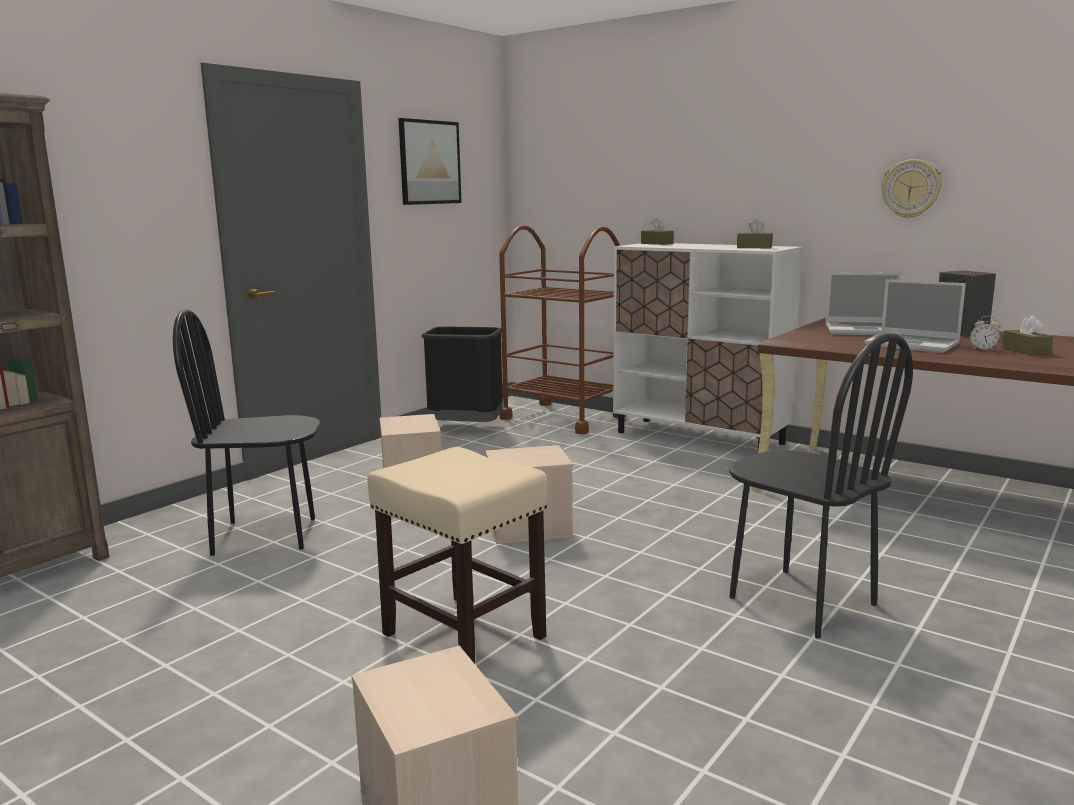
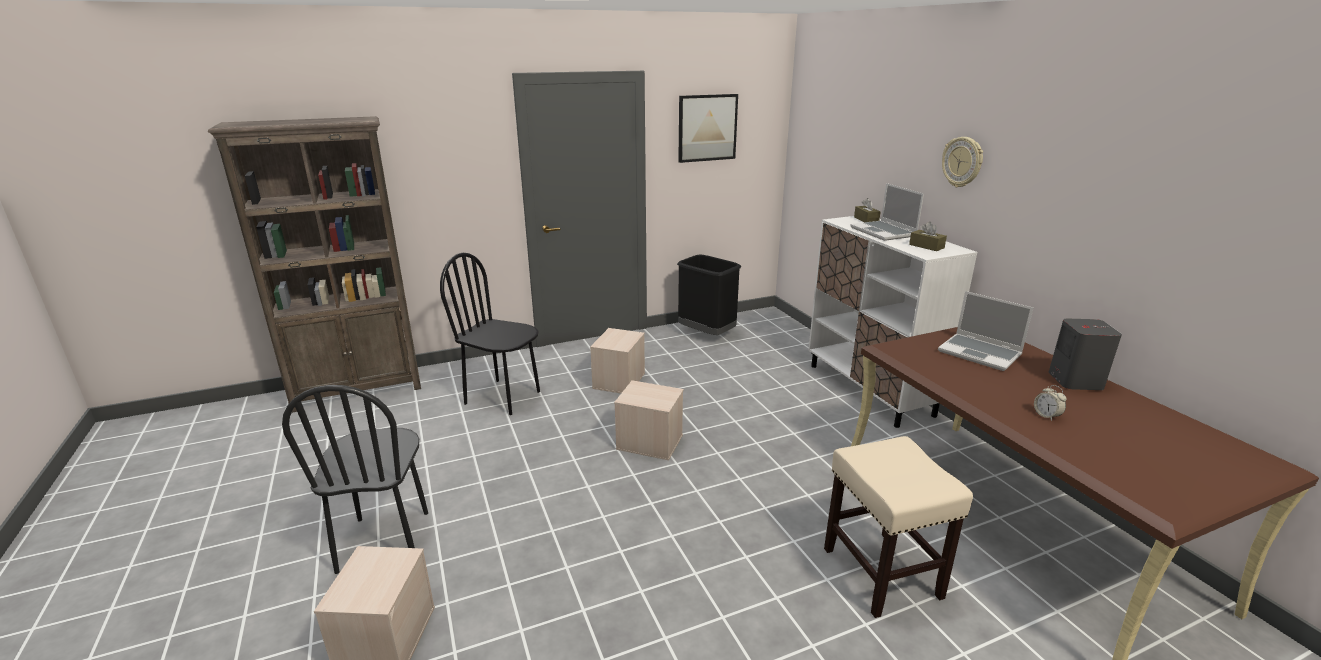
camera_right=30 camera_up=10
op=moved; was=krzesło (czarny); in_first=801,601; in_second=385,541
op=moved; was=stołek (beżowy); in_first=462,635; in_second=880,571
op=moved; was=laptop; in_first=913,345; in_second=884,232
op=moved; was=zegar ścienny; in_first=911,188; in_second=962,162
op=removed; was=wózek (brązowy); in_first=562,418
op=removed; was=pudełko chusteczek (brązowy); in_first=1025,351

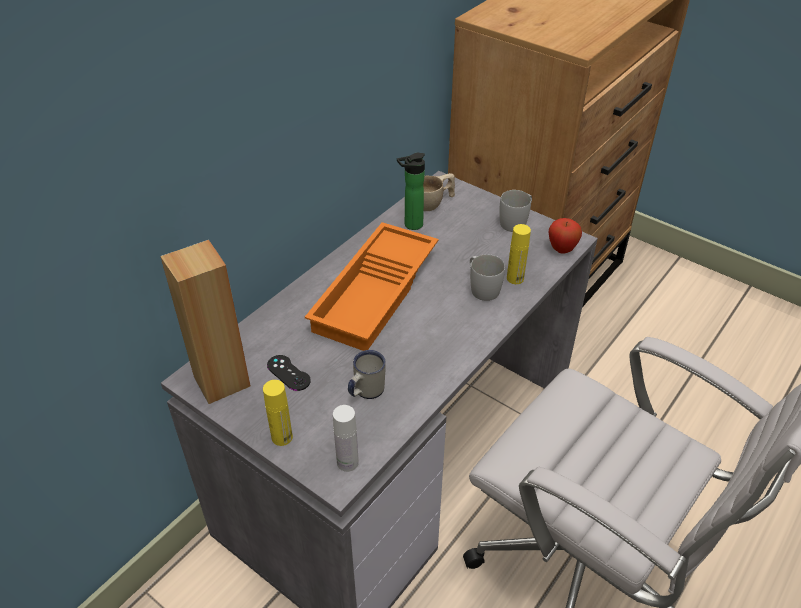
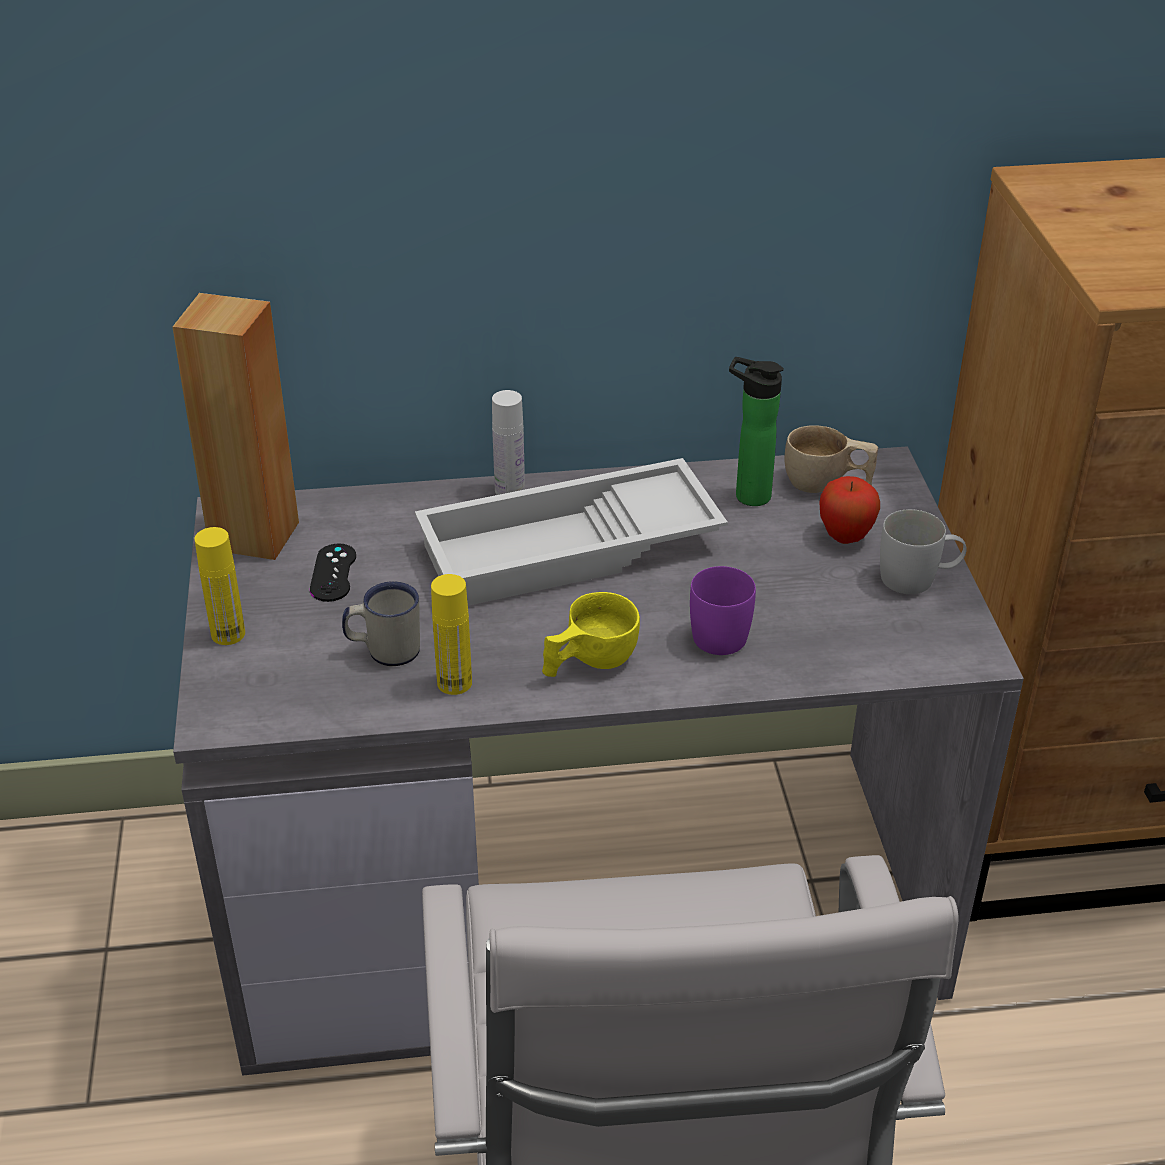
camera_right=45 camera_up=-5
op=recoloured; was=taca (pomarańczowy); now=taca (biały); in_first=377,294; in_second=569,551
op=moved; was=butelka (żółty); in_first=515,278; in_second=454,683
op=moved; was=butelka (biały); in_first=347,462; in_second=509,490
op=added; now=filiżanka (żółty); in_second=588,662
op=recoloured; was=kubek (biały); now=kubek (fioletowy); in_first=481,287; in_second=722,631
op=moved; was=jabłko; in_first=561,249; in_second=845,537

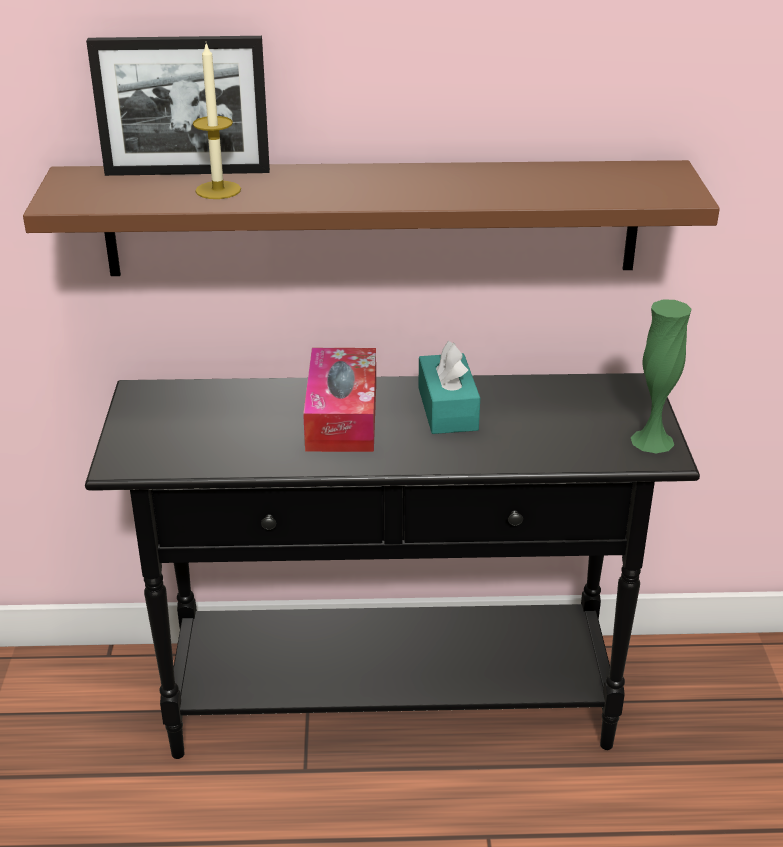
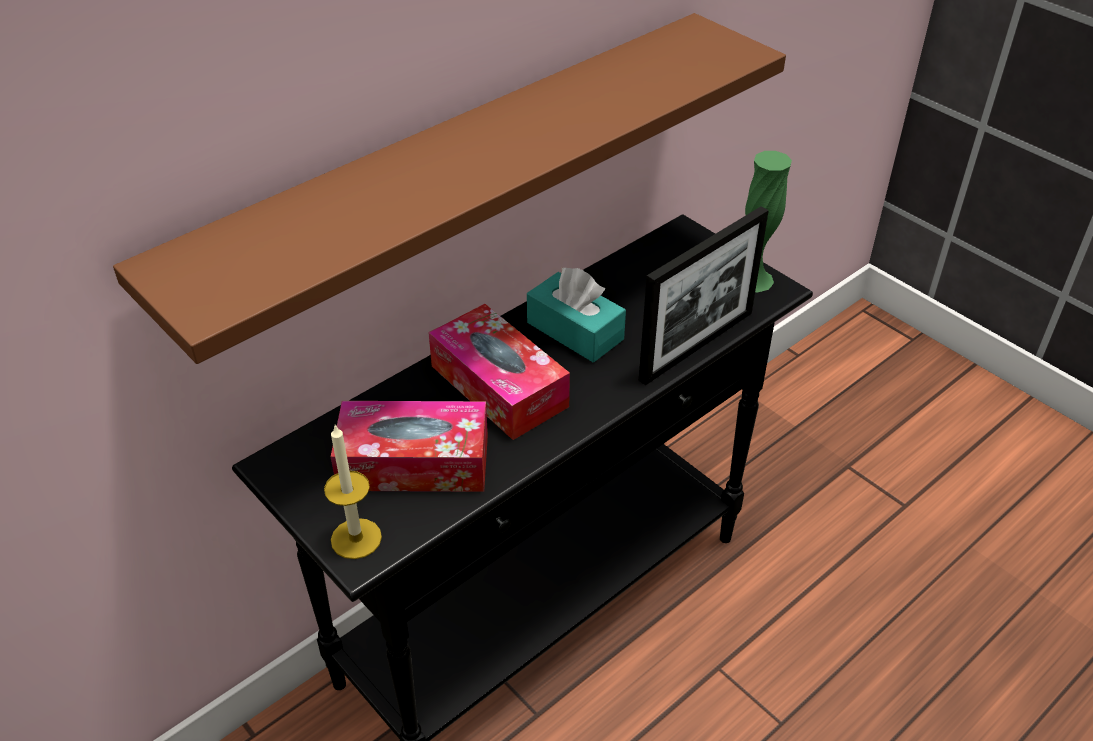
camera_right=-40 camera_up=10
op=moved; was=świeca; in_first=218,190; in_second=356,538
op=added; now=pudełko chusteczek; in_second=414,462
op=moved; was=ramka na zdjęcie; in_first=187,172; in_second=696,346

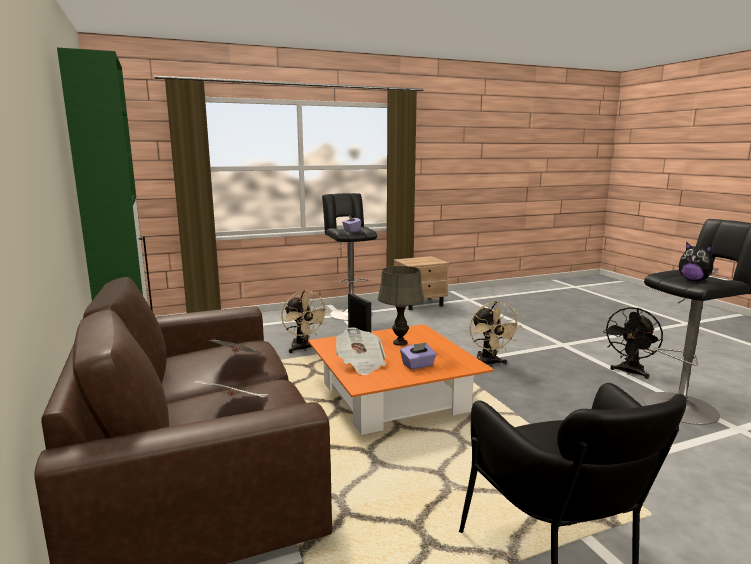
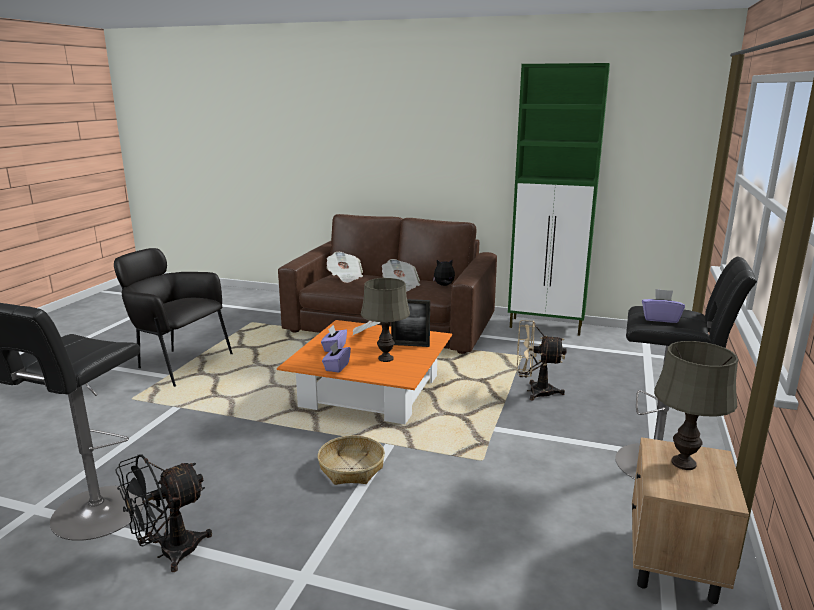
camera_right=130 camera_up=5
op=turned; was=wentylator (czarny); in_first=629,372; in_second=169,553; clockwise=-120
op=replaced; was=wentylator (beżowy); now=koszyk; in_first=489,364; in_second=351,469
op=added; now=pudełko chusteczek (fioletowy); in_second=336,367
op=moved; was=pluszak; in_first=694,280; in_second=444,285
op=added; now=lampa stołowa (szary); in_second=683,463

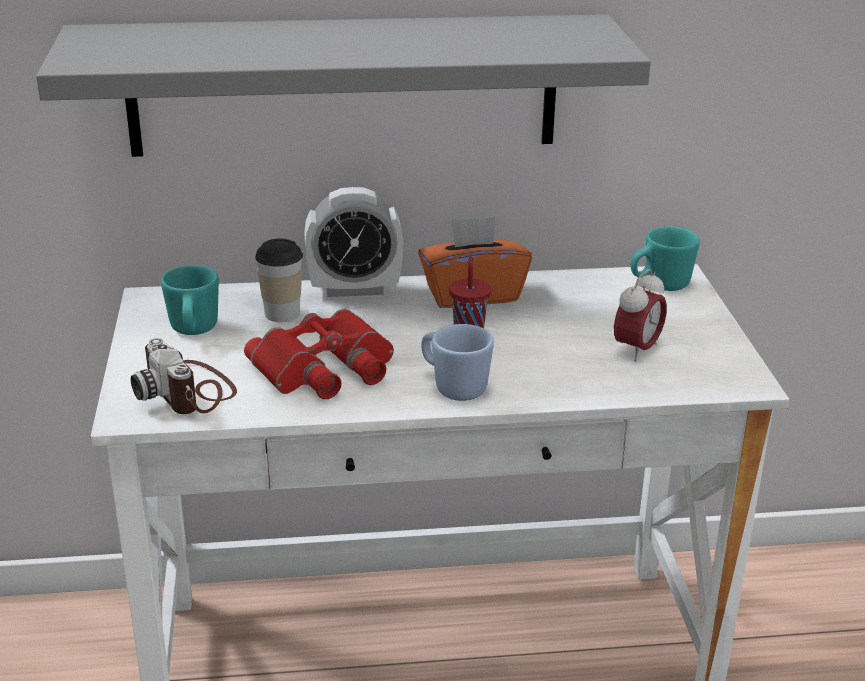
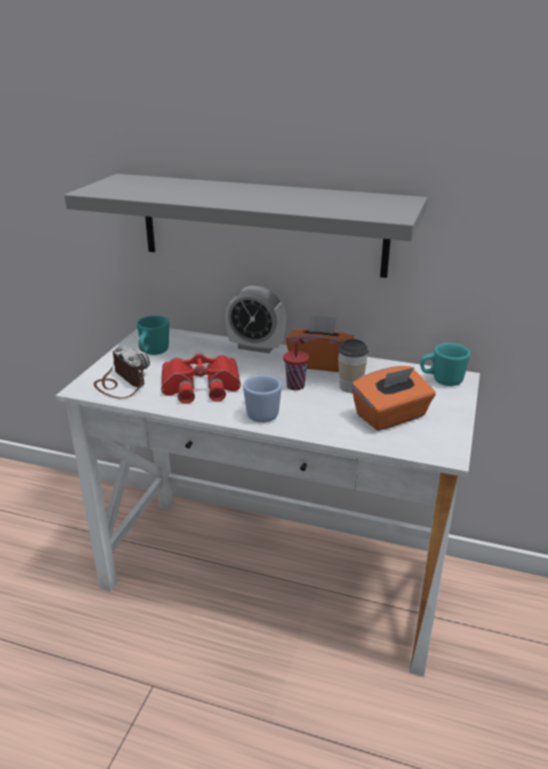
camera_right=25 camera_up=0
op=turned; was=aparat fotograficzny; in_first=188,391; in_second=121,383; clockwise=150
op=moved; was=filiżanka; in_first=282,313; in_second=350,387
op=replaced; was=budzik; now=pudełko chusteczek (pomarańczowy); in_first=637,350; in_second=391,416

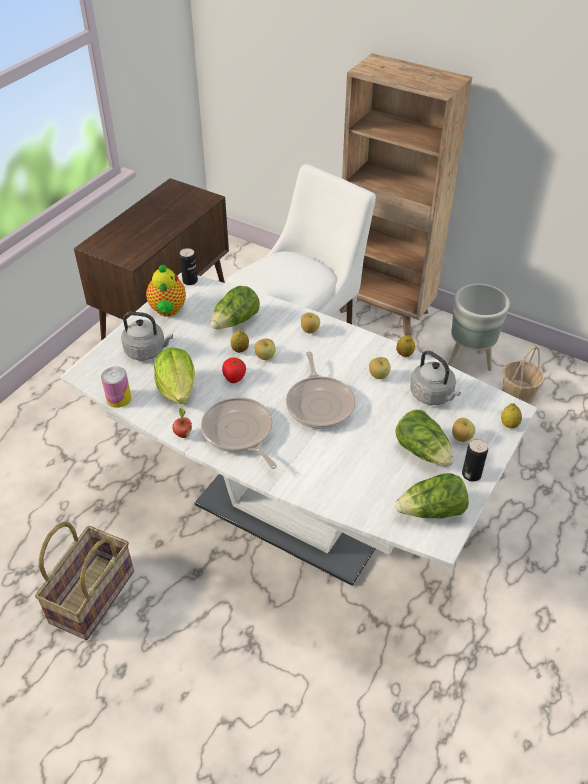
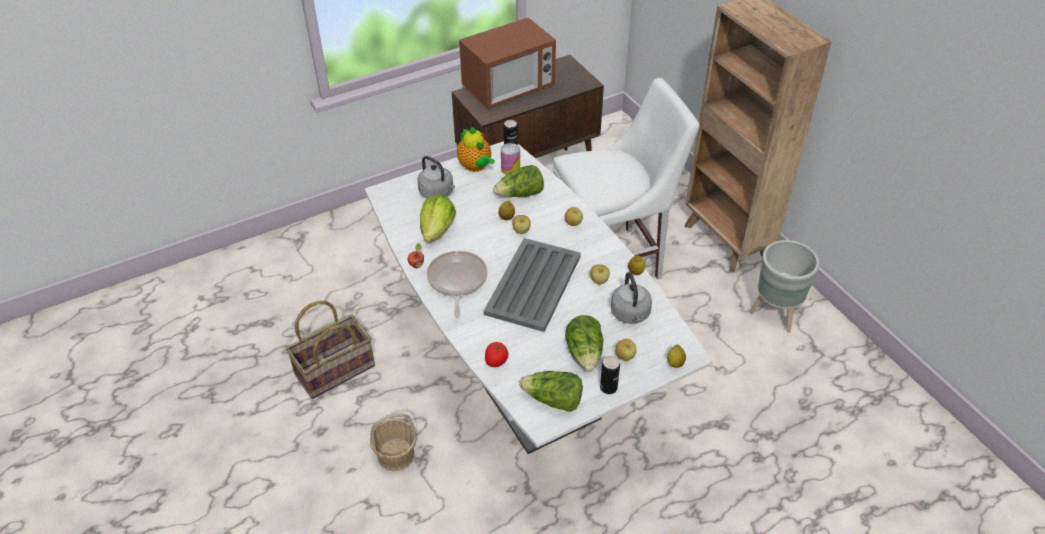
camera_right=30 camera_up=0
op=moved; was=koszyk; in_first=517,393; in_second=395,455
op=turned; was=imbryk; in_first=167,311; in_second=476,167; clockwise=-60
op=added; now=mikrofalówka; in_second=508,89
op=replaced; was=patelnia; now=taca (szary); in_first=320,404; in_second=534,284
op=moved; was=pomidor; in_first=234,377; in_second=496,361
op=moved; was=puszka; in_first=118,398; in_second=510,169

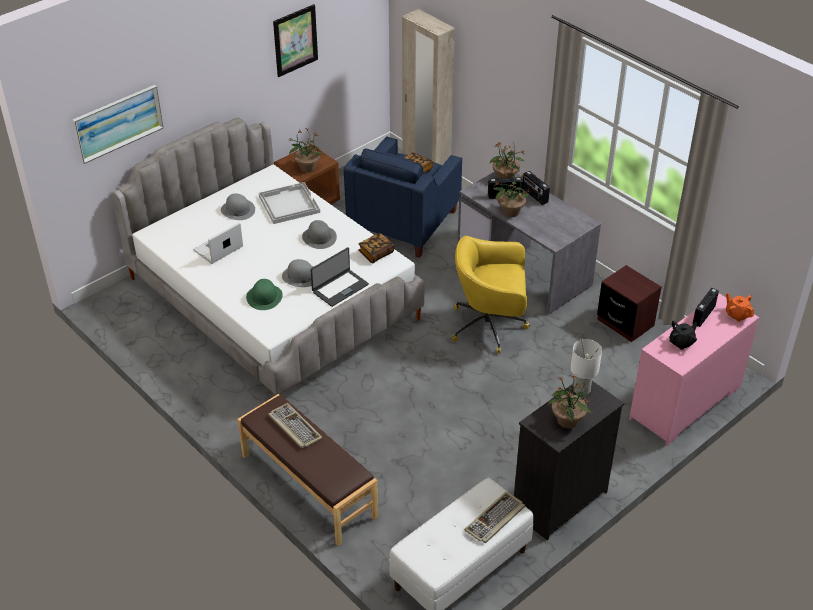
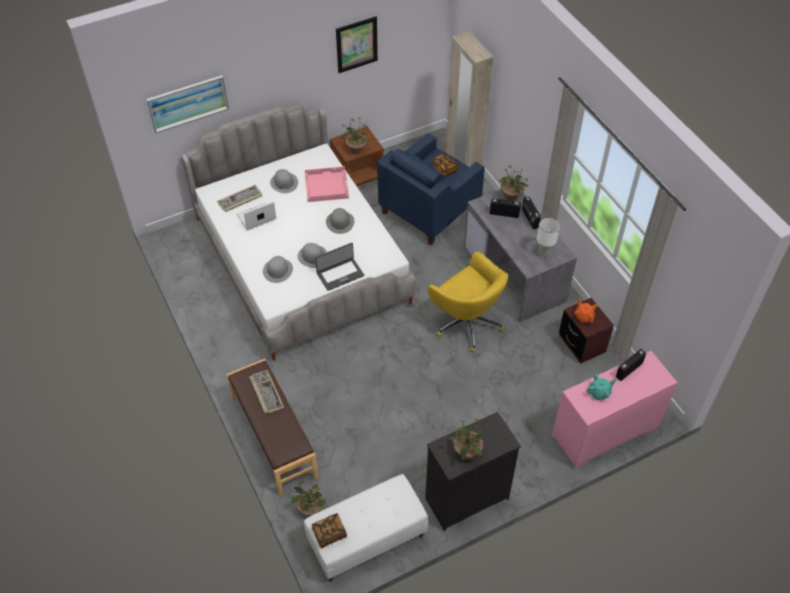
camera_right=15 camera_up=10
op=moved; was=klawiatura; in_first=495,519; in_second=240,200
op=recoloured; was=kapelusz (zielony); now=kapelusz (szary); in_first=264,297; in_second=278,270
op=moved; was=roślina doniczkowa; in_first=510,212; in_second=310,509
op=recoloured; was=taca (biały); now=taca (różowy); in_first=288,204; in_second=326,185
op=moved; was=książka; in_first=376,253; in_second=329,534
op=turned; was=krzesło biurowe (żółty); in_first=490,326; in_second=467,322; clockwise=-150
op=moved; was=lampa stołowa (biały); in_first=582,389; in_second=544,253
op=moved; was=imbryk (pomarańczowy); in_first=737,314; in_second=583,317
op=recoloured; was=imbryk (czarny); now=imbryk (turkusowy); in_first=681,342; in_second=599,393

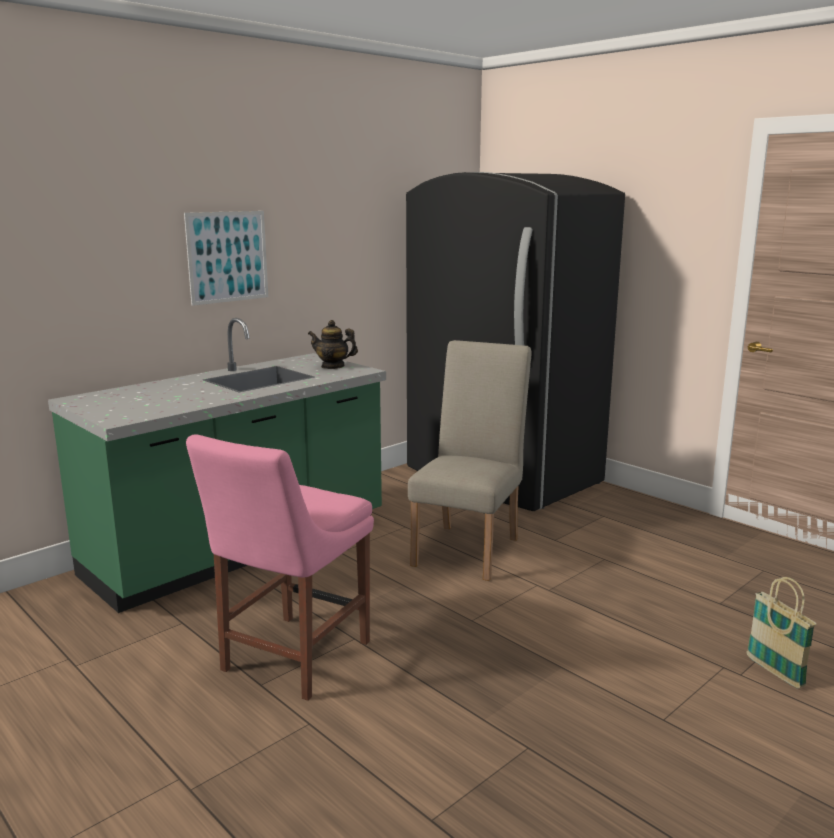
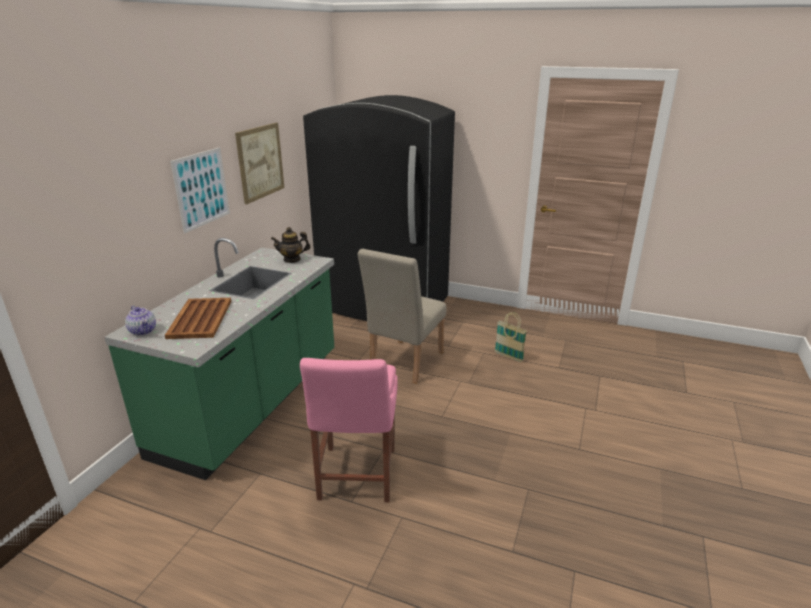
camera_right=-25 camera_up=10
op=added; now=imbryk; in_second=143,331
op=added; now=taca (brązowy); in_second=200,319
op=added; now=obraz; in_second=260,162
op=turned; was=krzesło (beżowy); in_first=470,547; in_second=403,364; clockwise=-150
op=moved; was=koszyk; in_first=774,672; in_second=508,356

